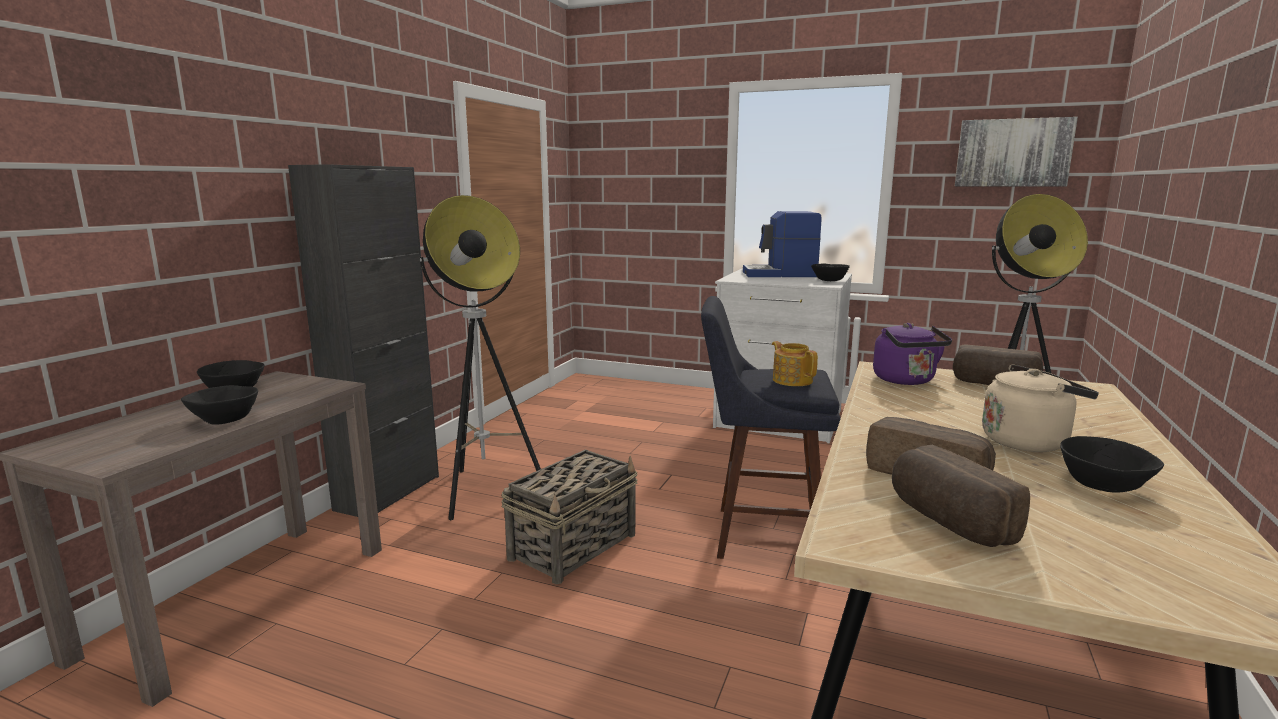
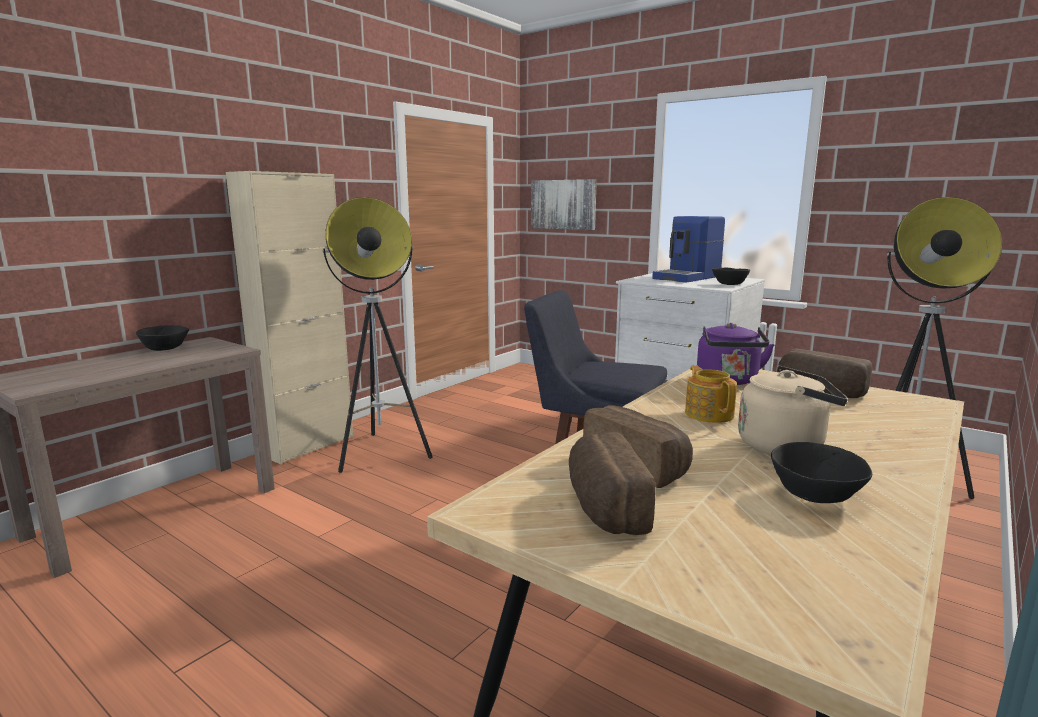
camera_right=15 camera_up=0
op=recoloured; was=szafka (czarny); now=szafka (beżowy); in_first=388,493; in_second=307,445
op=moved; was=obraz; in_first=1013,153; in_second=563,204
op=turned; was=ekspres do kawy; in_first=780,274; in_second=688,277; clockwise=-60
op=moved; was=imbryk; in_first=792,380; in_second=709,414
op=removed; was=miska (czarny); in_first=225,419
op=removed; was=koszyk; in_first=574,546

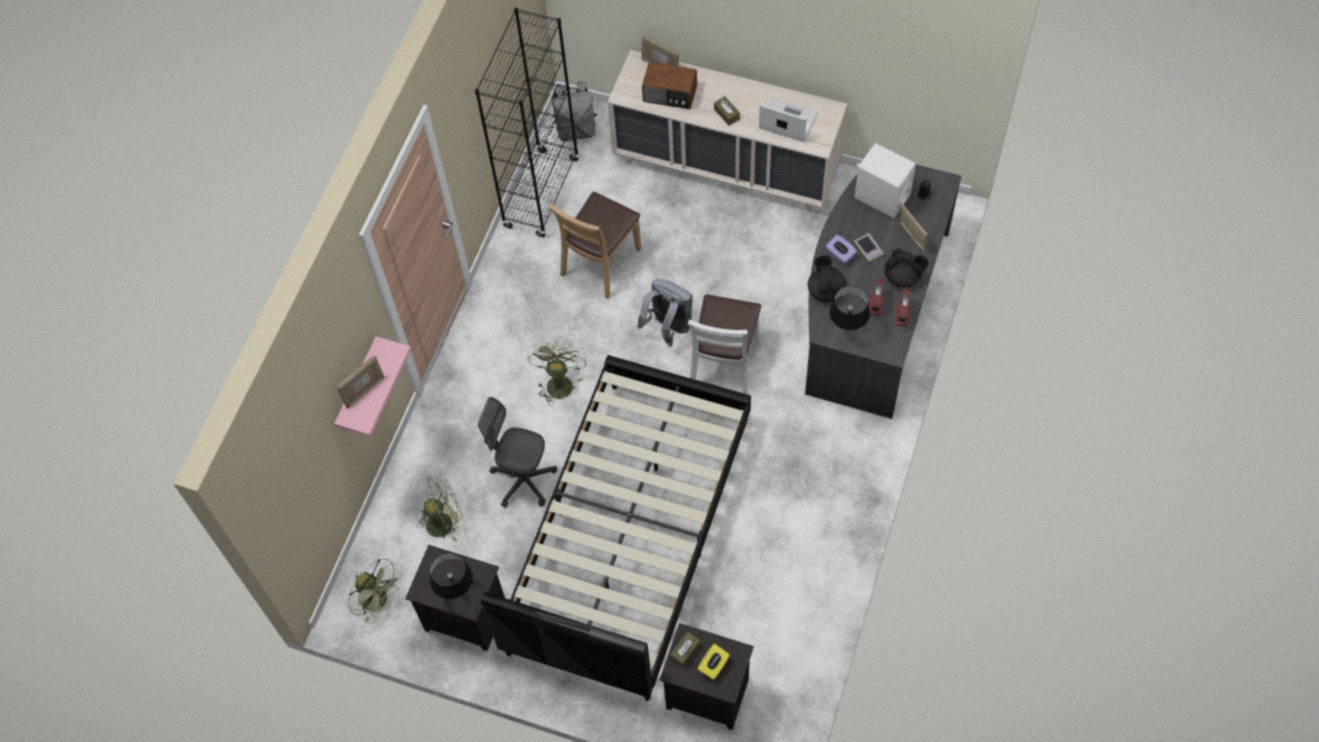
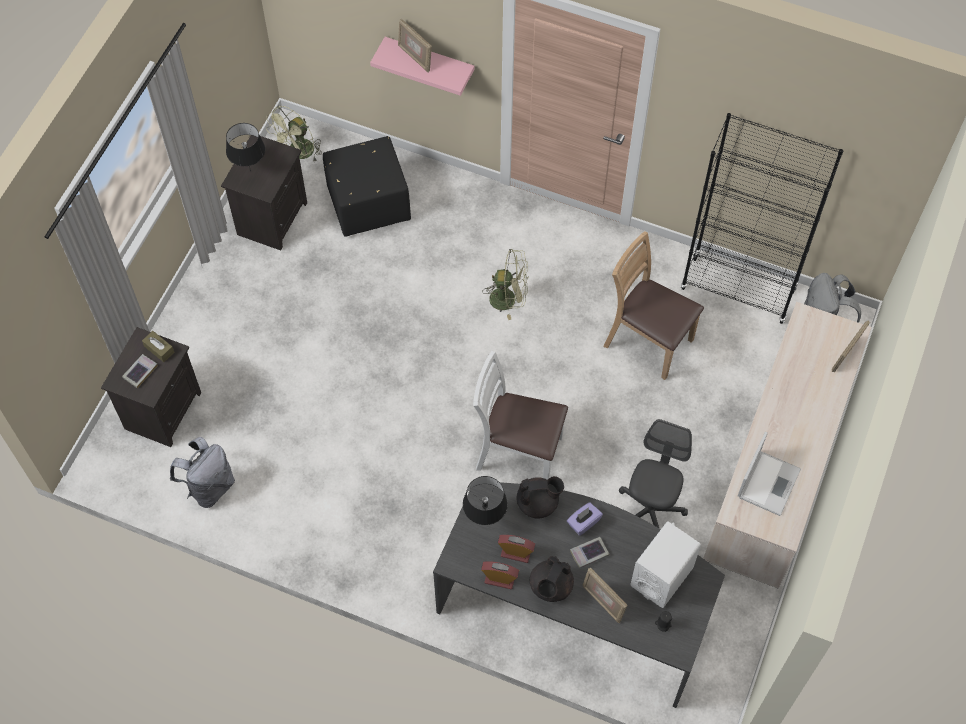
camera_right=90 camera_up=0
op=replaced; was=pudełko chusteczek (żółty); now=książka; in_first=713,666; in_second=140,372
op=moved; was=plecak (szary); in_first=668,327; in_second=209,486
op=replaced; was=wentylator (zielony); now=pufa (czarny); in_first=445,521; in_second=369,203
op=turned; was=ramka na zdjęcie; in_first=911,238; in_second=602,602; clockwise=75
op=moved; was=krzesło biurowe (szary); in_first=523,480; in_second=649,510
op=removed; was=łóżko (czarny); in_first=629,535
op=removed; was=radio; in_first=670,95
op=removed; was=pudełko chusteczek (brązowy); in_first=726,114

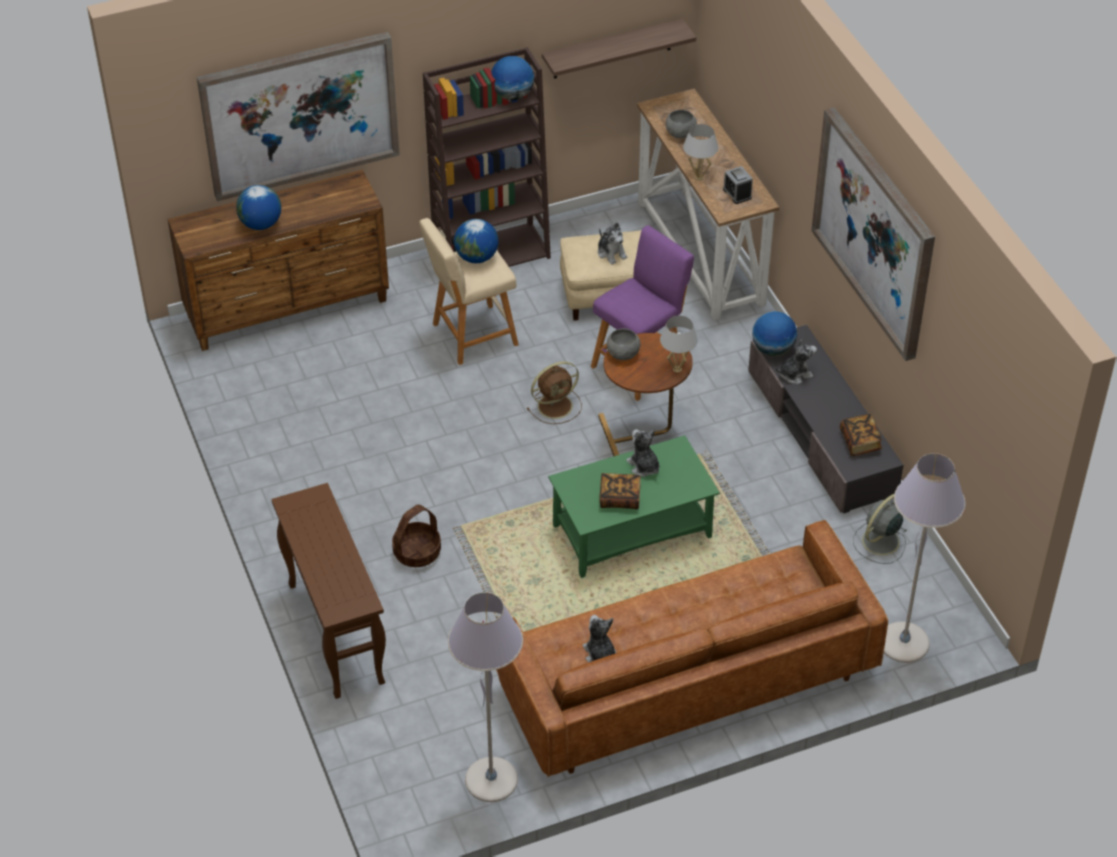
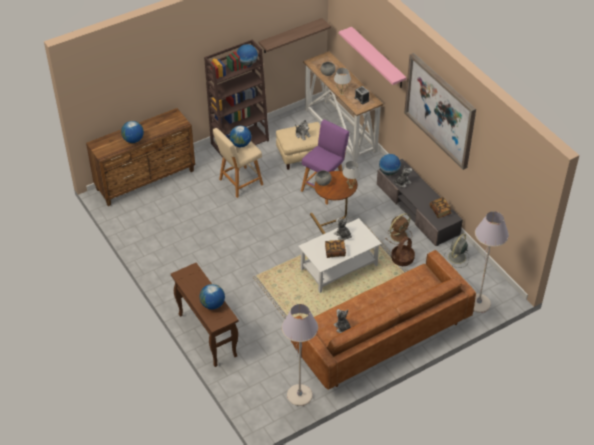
camera_right=-10 camera_up=0
op=added; now=globus; in_second=212,304
op=recoloured; was=ława (zielony); now=ława (biały); in_first=631,532; in_second=338,268
op=added; now=półka (różowy); in_second=378,58
op=moved; was=wentylator (brązowy); in_first=556,405; in_second=399,235
op=moved; was=koszyk; in_first=417,552; in_second=402,259
op=removed; was=obraz; in_first=300,114

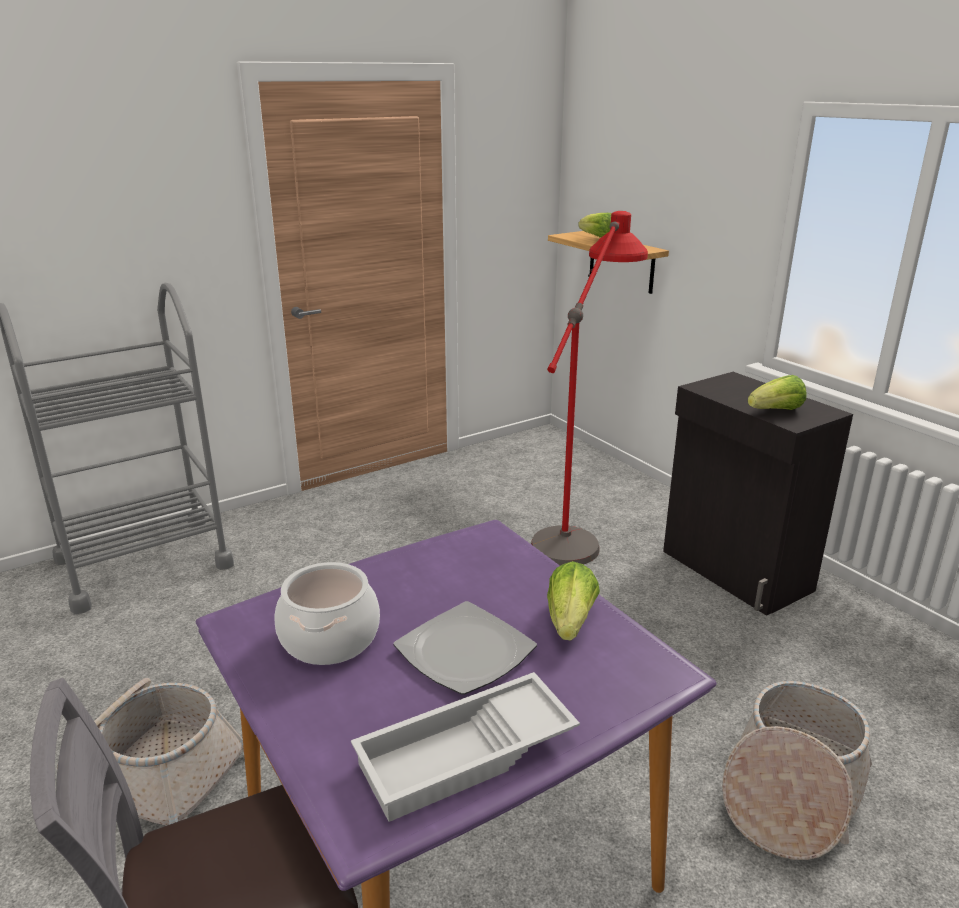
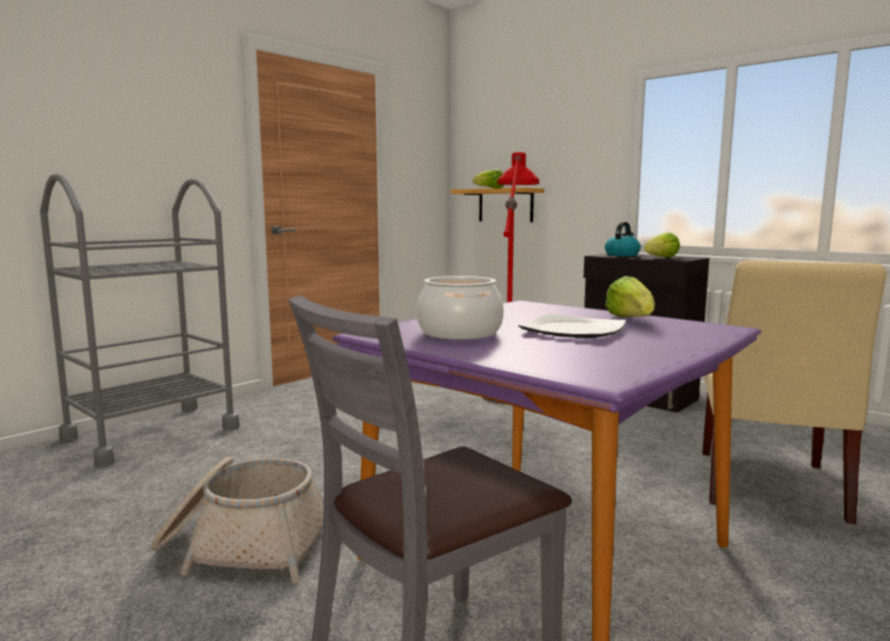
camera_right=-15 camera_up=-15
op=added; now=czajnik; in_second=622,255
op=replaced; was=koszyk; now=krzesło (beżowy); in_first=791,791; in_second=768,487
op=removed; was=taca (biały); in_first=466,756

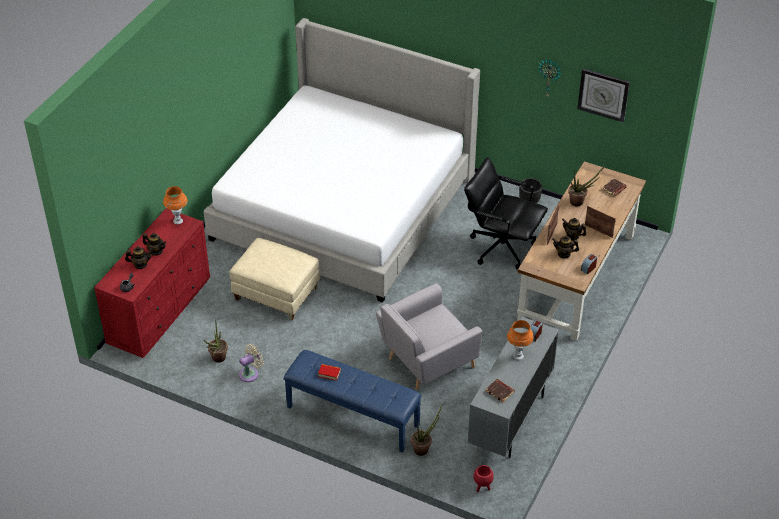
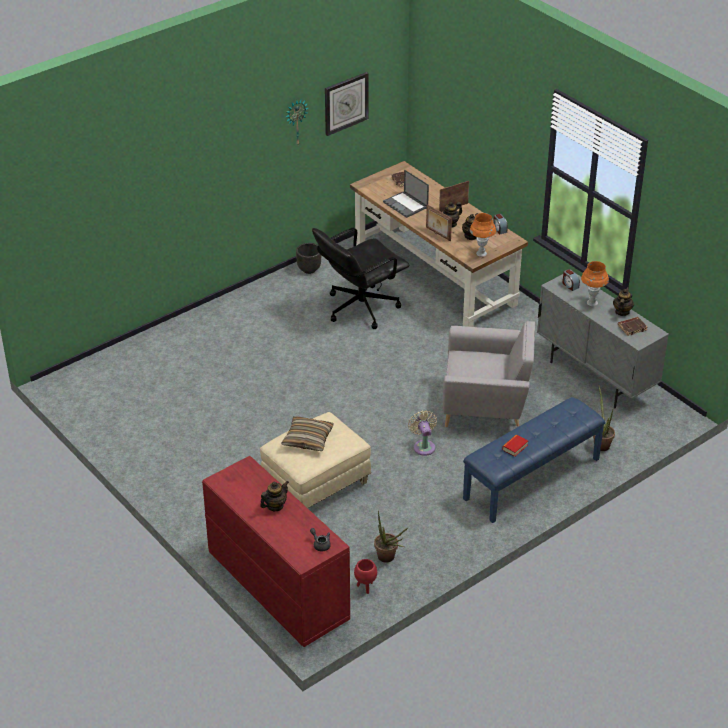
camera_right=-65 camera_up=-5
op=added; now=poduszka; in_second=308,439
op=moved; was=donica (czerwony); in_first=482,488; in_second=365,587
op=replaced; was=roślina doniczkowa; now=laptop; in_first=579,202; in_second=406,205
op=moved; was=wentylator (beżowy); in_first=250,373; in_second=423,446
op=turned; was=fotel (szary); in_first=427,361; in_second=486,405; clockwise=-75
op=moved; was=lampa stołowa (pomarańczowy); in_first=178,221; in_second=481,253
op=moved; was=imbryk; in_first=140,265; in_second=622,312
op=removed; was=łóżko; in_first=343,206

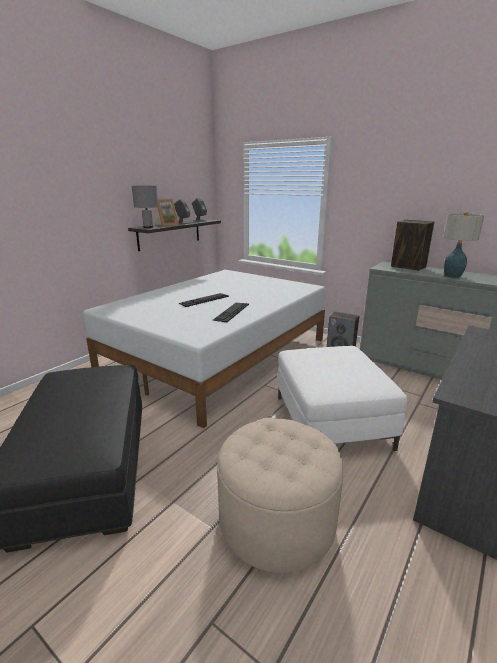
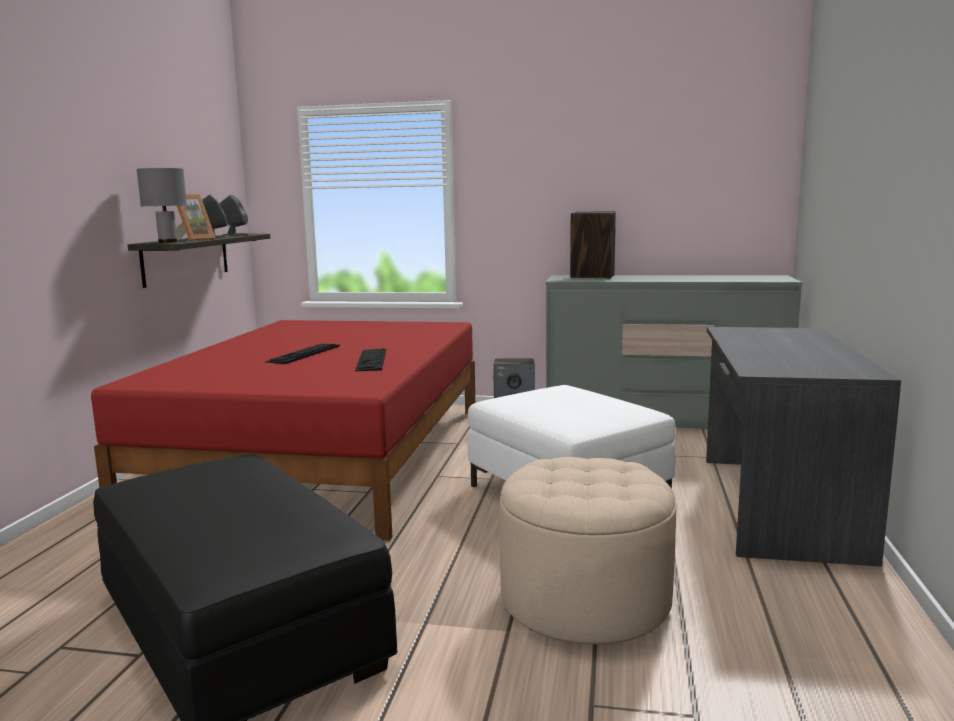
camera_right=-25 camera_up=-10
op=recoloured; was=łóżko (biały); now=łóżko (czerwony); in_first=218,356; in_second=326,456
op=removed; was=lampa stołowa; in_first=453,276

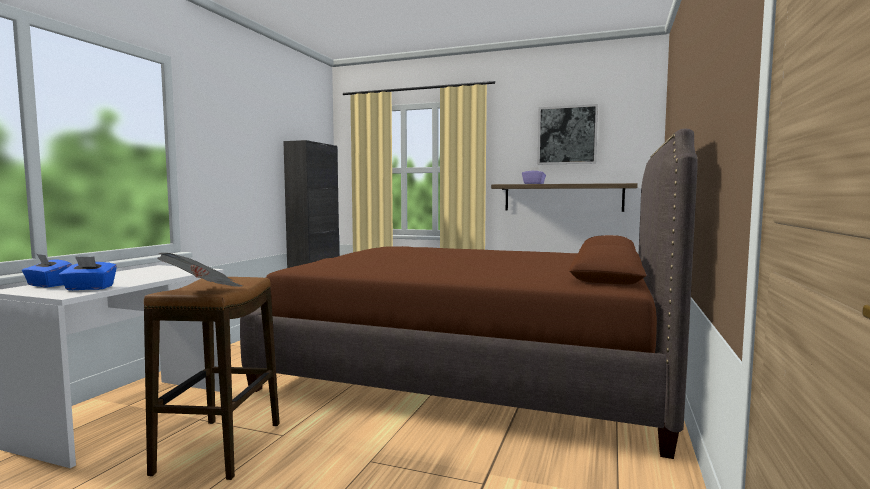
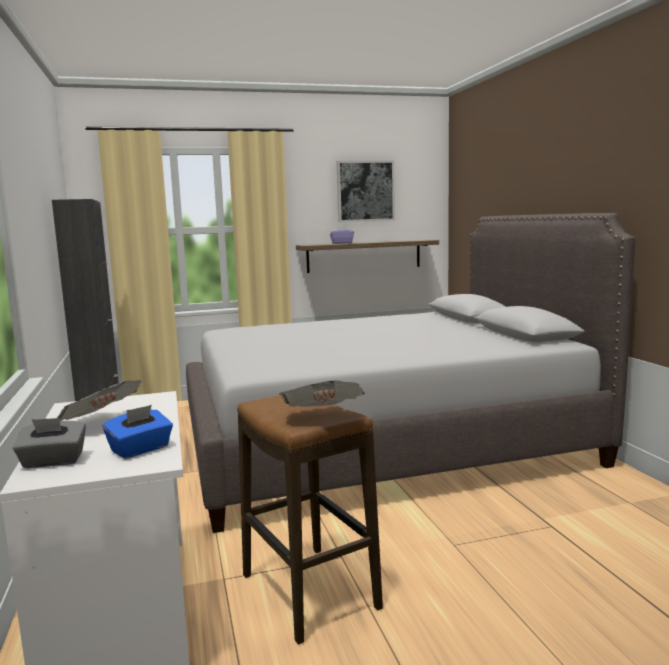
camera_right=-35 camera_up=5
op=recoloured; was=pudełko chusteczek (niebieski); now=pudełko chusteczek (szary); in_first=48,285; in_second=53,461
op=added; now=gazeta; in_second=101,423
op=recoloured; was=łóżko (brązowy); now=łóżko (szary); in_first=473,369; in_second=381,443

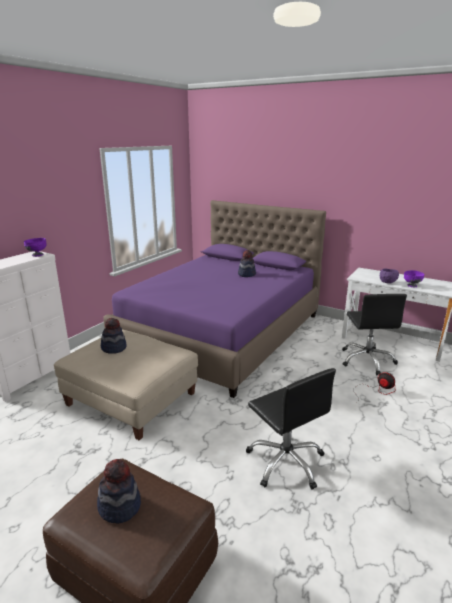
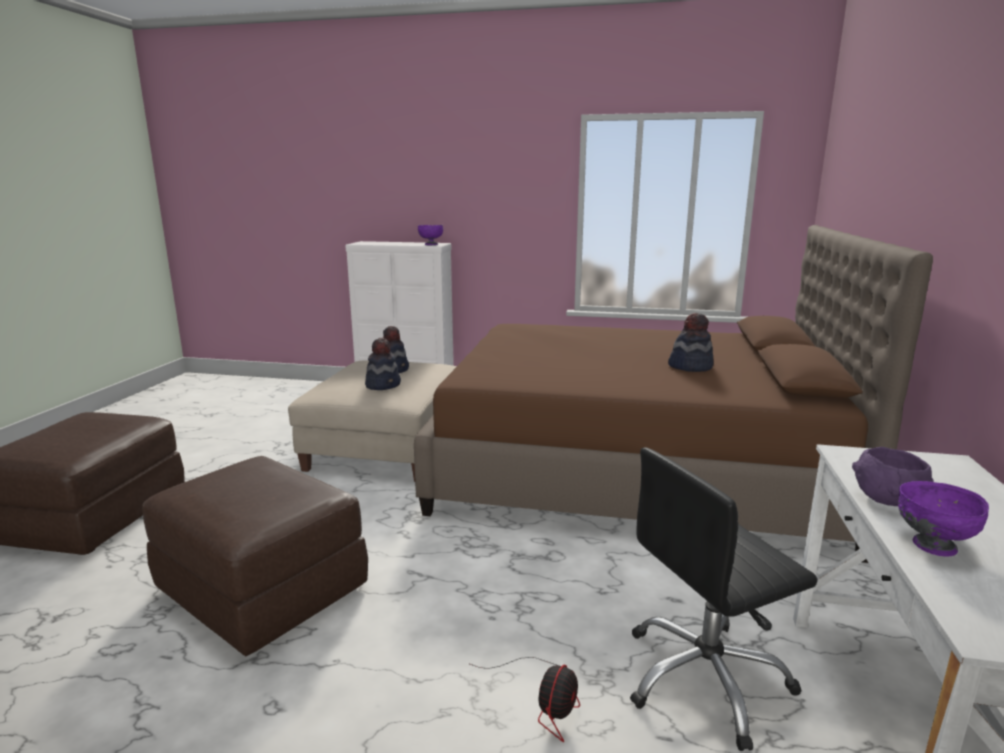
camera_right=70 camera_up=-5
op=replaced; was=krzesło biurowe (czarny); now=pufa (brązowy); in_first=286,461; in_second=261,589
op=moved; was=kapelusz; in_first=119,506; in_second=383,385
op=recoloured; was=łóżko (fioletowy); now=łóżko (brązowy); in_first=222,333; in_second=632,468

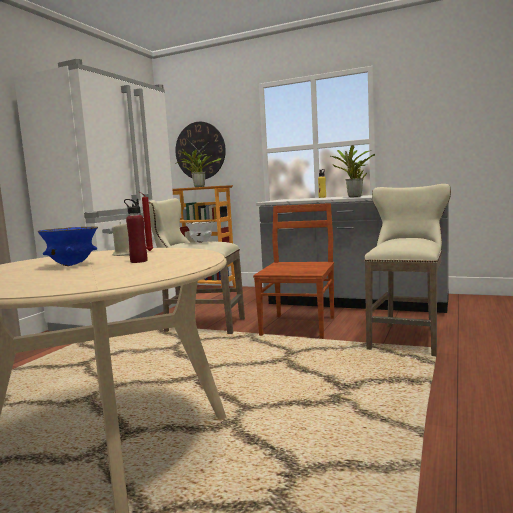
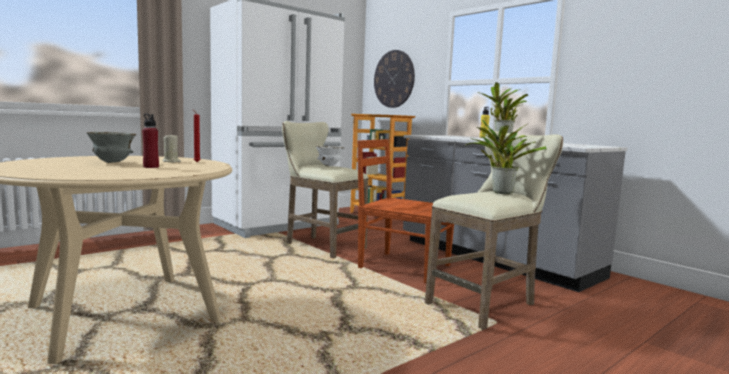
camera_right=25 camera_up=0
op=recoloured; was=miska (niebieski); now=miska (szary); in_first=72,265; in_second=112,162
op=turned; was=krzesło (brązowy); in_first=299,326; in_second=402,266; clockwise=-105
op=moved; was=roślina doniczkowa; in_first=198,187; in_second=500,192

